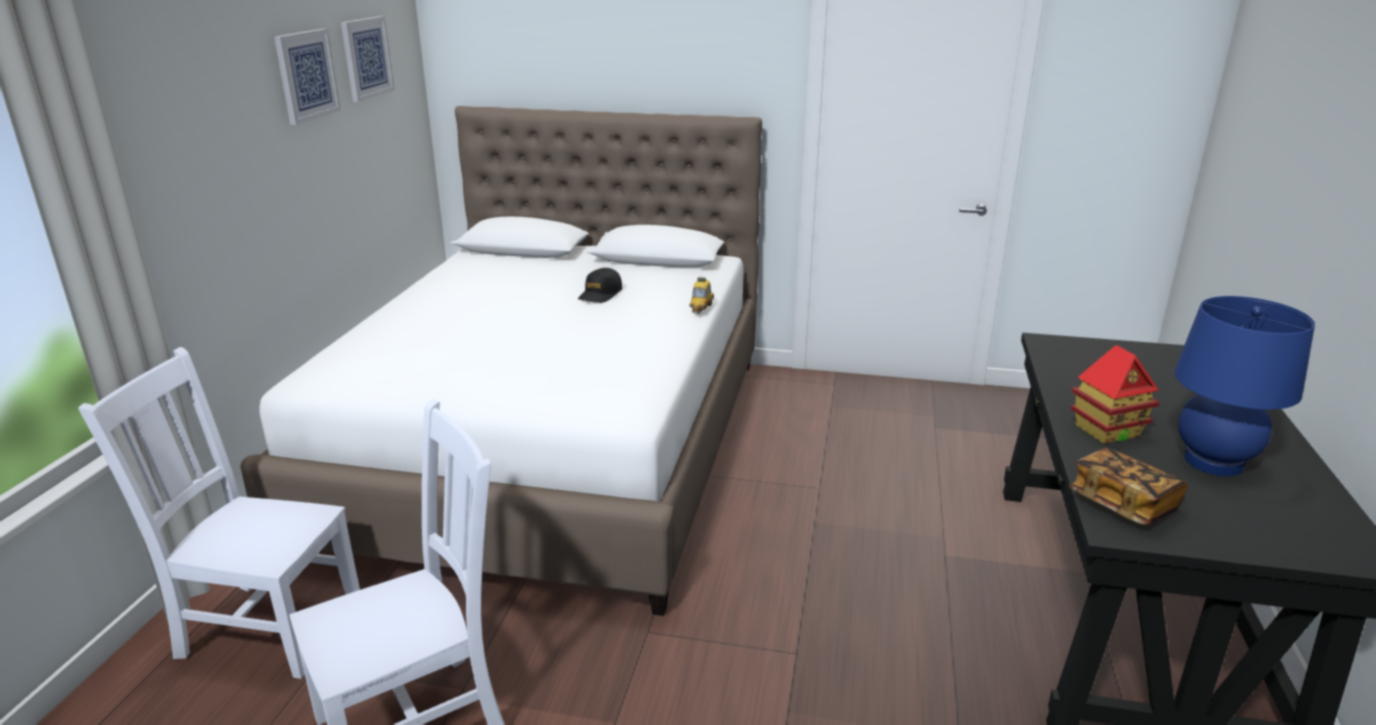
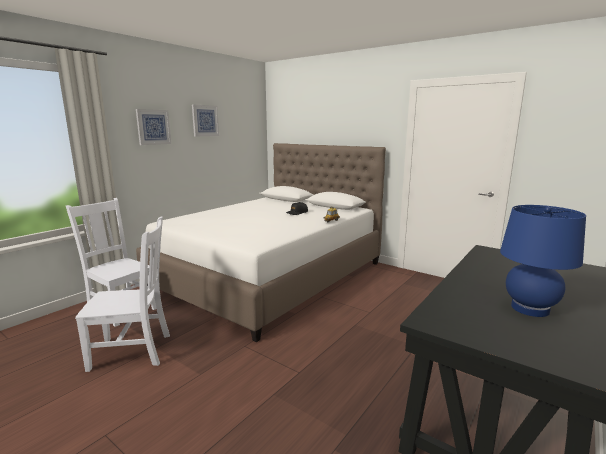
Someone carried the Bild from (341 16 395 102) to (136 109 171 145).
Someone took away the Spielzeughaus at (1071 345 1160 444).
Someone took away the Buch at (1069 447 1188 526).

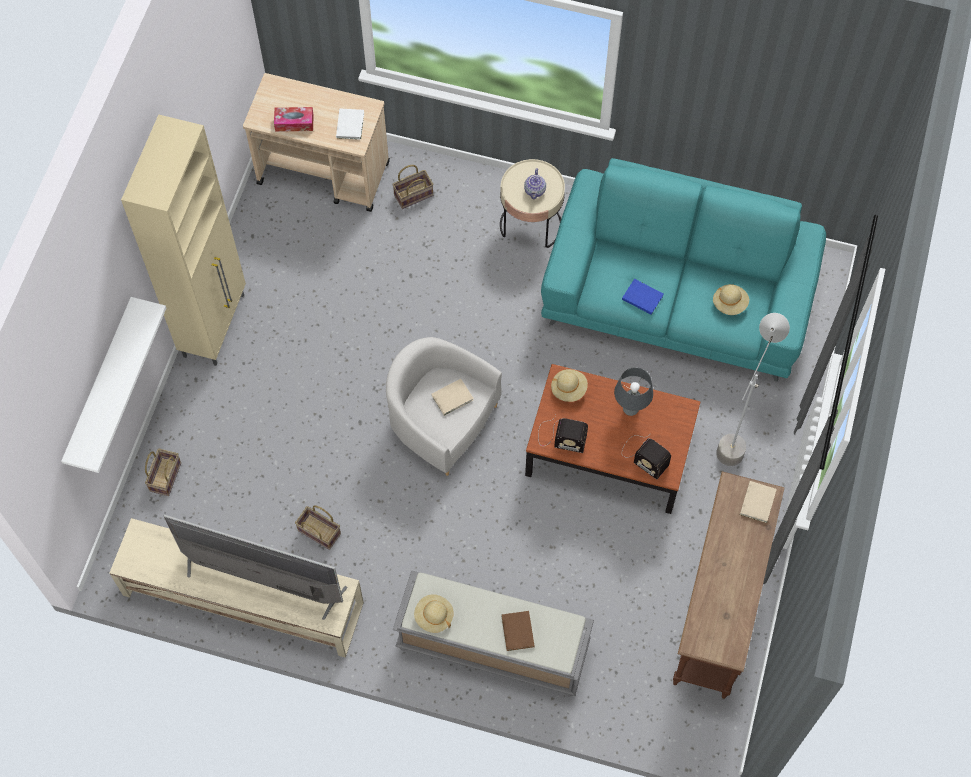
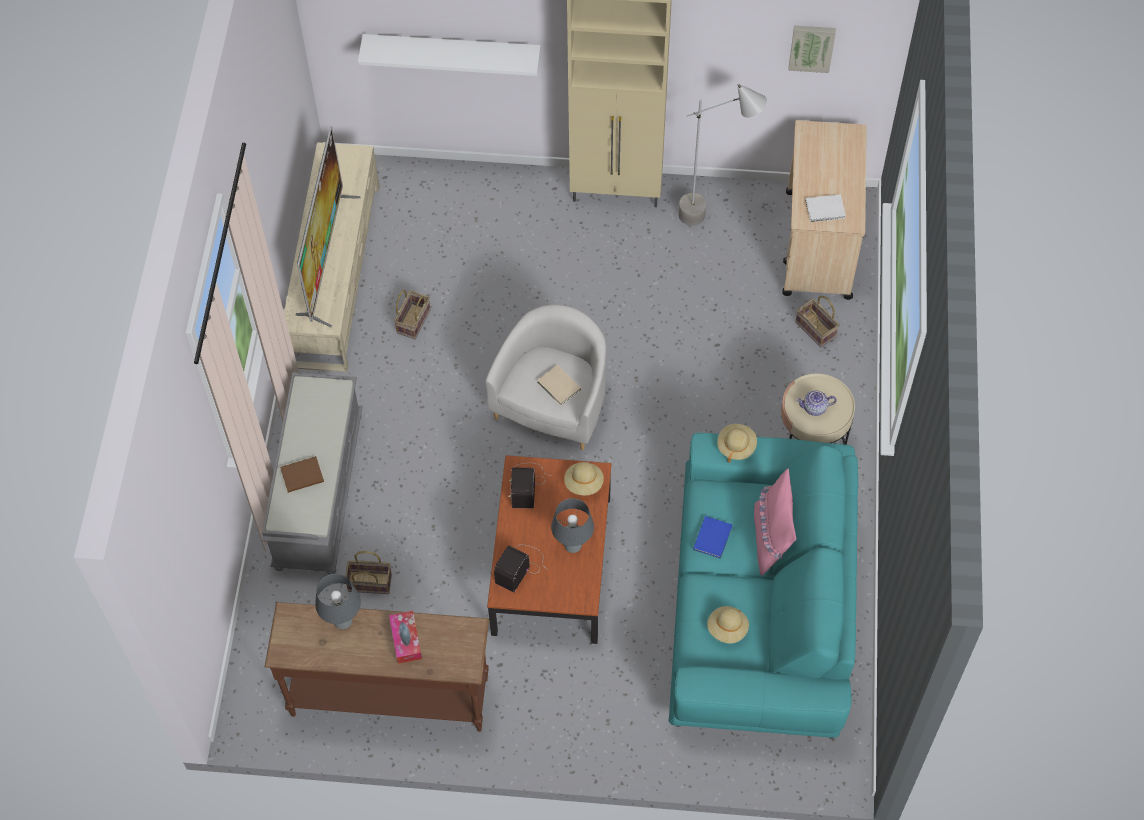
Someone carried the Taschentuchbox from (274 107 314 132) to (389 611 422 664).
Someone carried the Stehlampe (grau) from (716 313 790 466) to (678 84 767 226).
Someone carried the Korb from (145 449 181 496) to (345 551 392 594).
Someone took away the Buch (beige) at (740 481 777 523).
Someone carried the Hut (beige) from (414 594 454 633) to (717 424 757 463).
Someone put up the Bild at (788 26 836 73).
Someone put down the Kissen (rosa) at (754 468 796 576).
Someone put down the Tischlampe (grau) at (315 573 361 629).

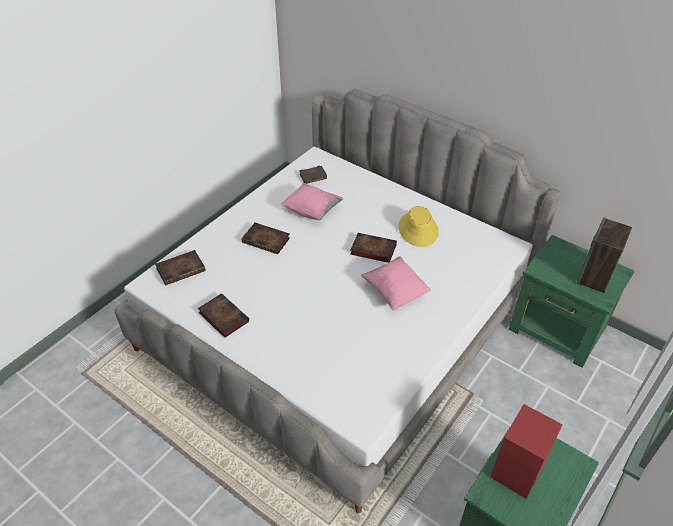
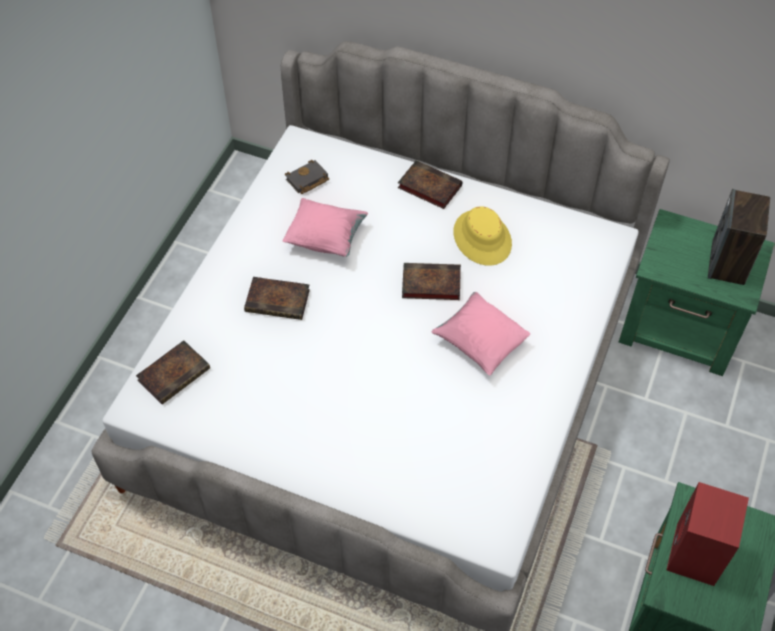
Someone carried the Buch from (198 293 249 338) to (398 160 462 209).

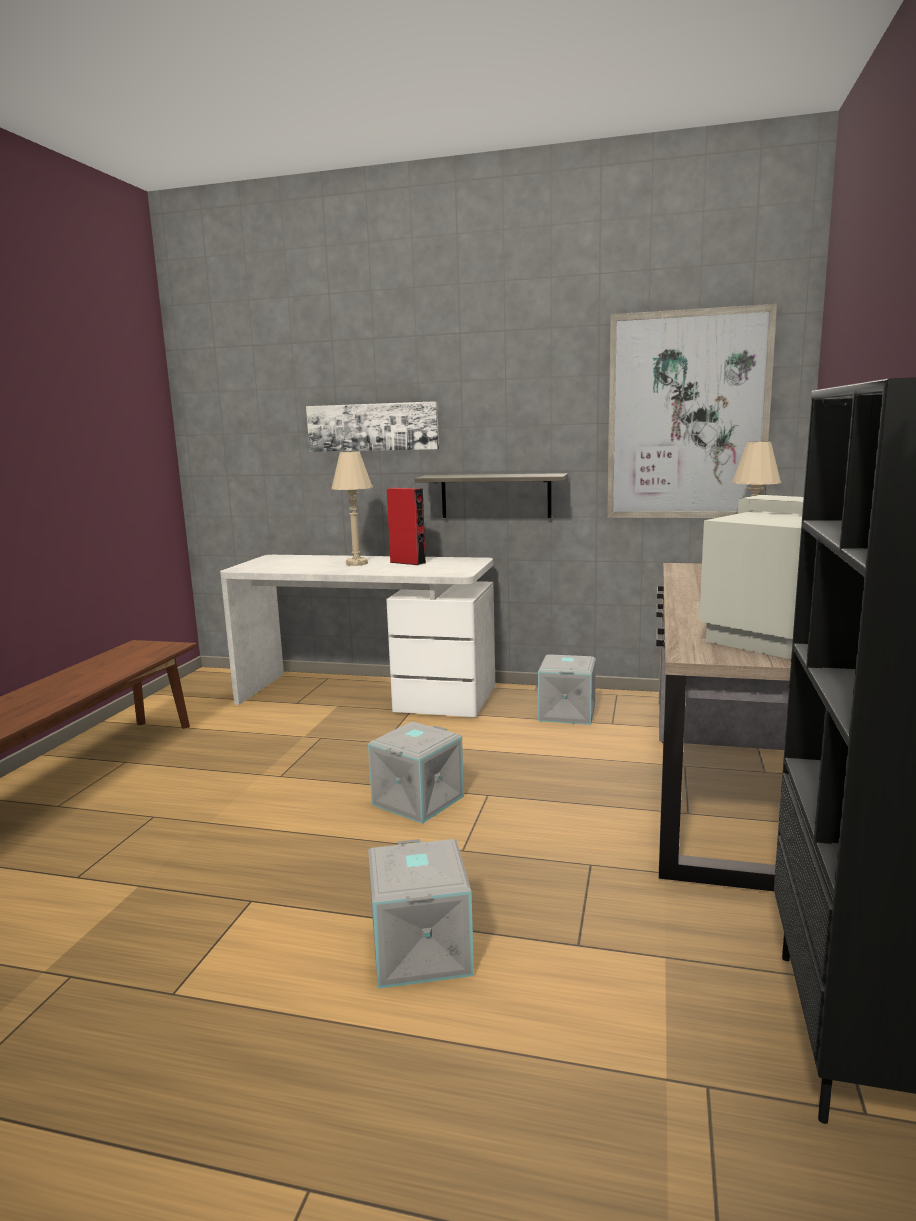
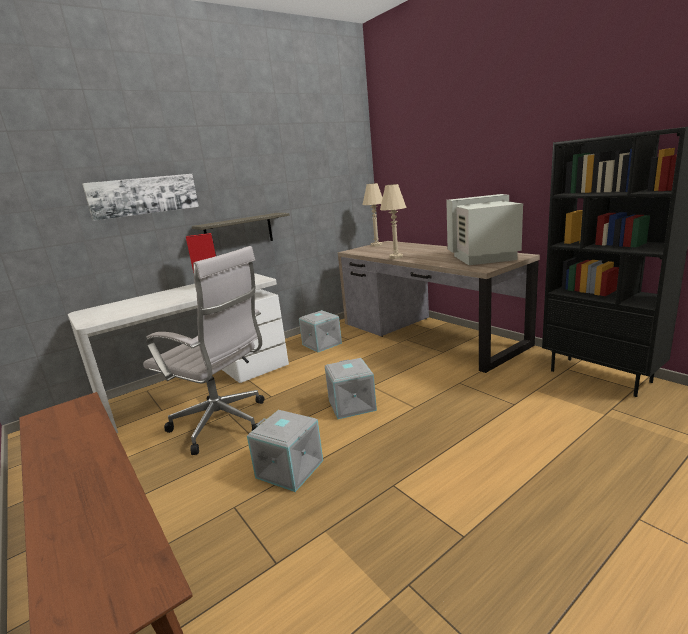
Someone took away the Bild at (607 304 777 518).
Someone carried the Tischlampe (beige) from (331 451 373 566) to (380 184 406 259).
Someone carried the Aufbewahrungsbox (grau) from (368 839 474 989) to (247 410 323 492).
Someone put down the Bürostuhl (weiß) at (143 246 265 455).

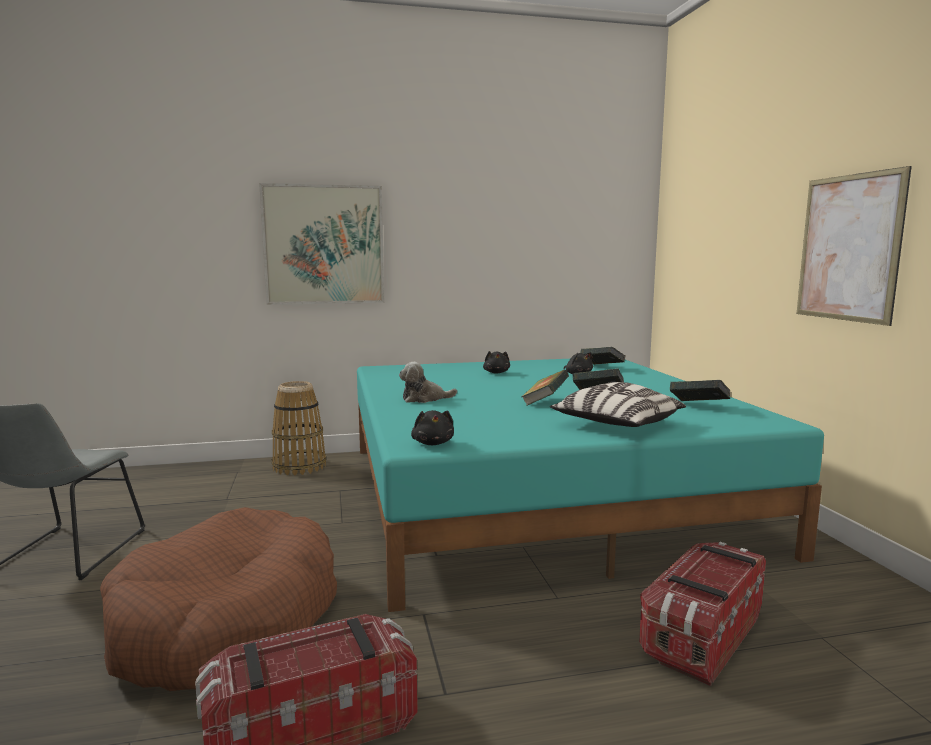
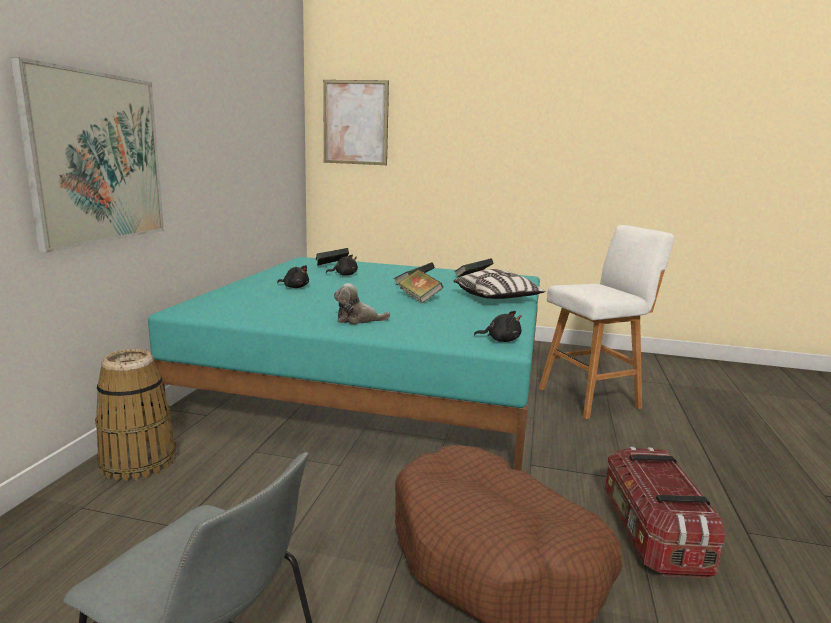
Someone carried the Bild from (796 166 912 326) to (323 80 389 165).
Someone rotated the Plüschtier at (399 362 457 403) by 75 degrees clockwise.
Someone swapped the Aufbewahrungsbox at (639 542 766 686) for the Hocker (weiß) at (539 225 674 419).

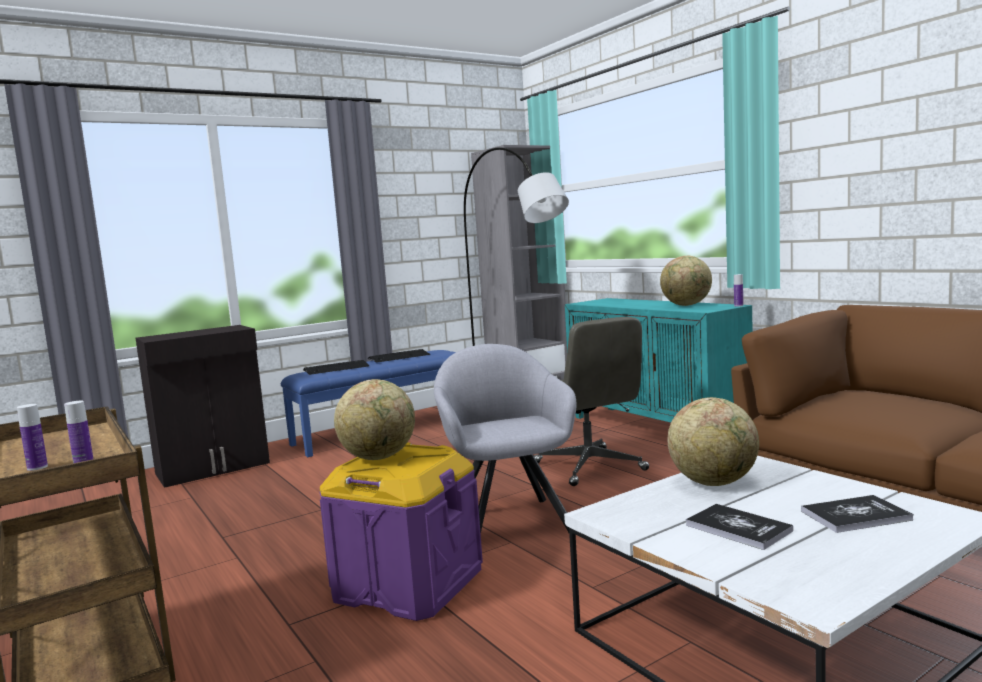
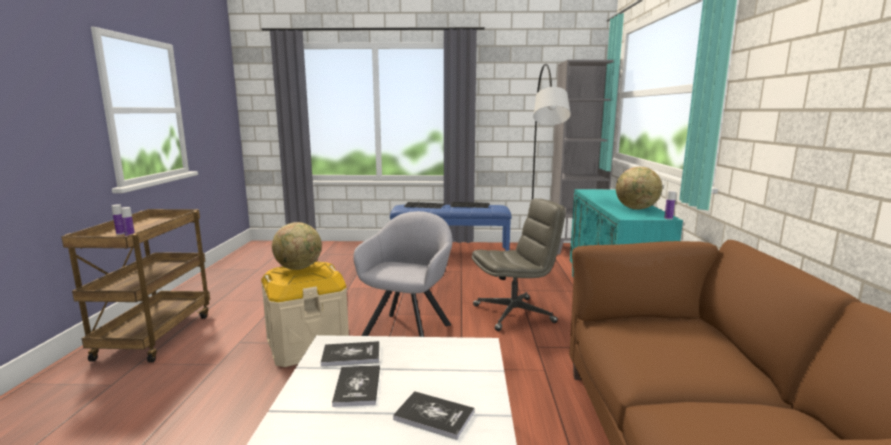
Someone rotated the Bürostuhl (grau) at (534 317 649 486) by 120 degrees counterclockwise.
Someone took away the Schrank (schwarz) at (136 325 270 488).
Someone took away the Globus at (668 397 759 486).
Someone repainted the Aufbewahrungsbox (lila) at (320 442 483 621), which became the Aufbewahrungsbox (beige) at (261 262 349 367).
Someone put down the Buch at (320 341 379 367).

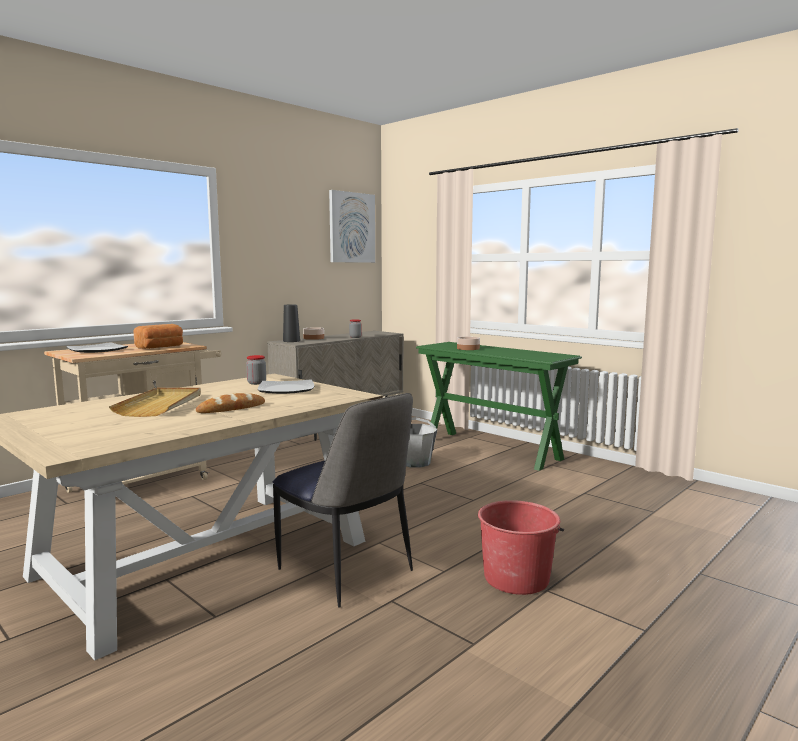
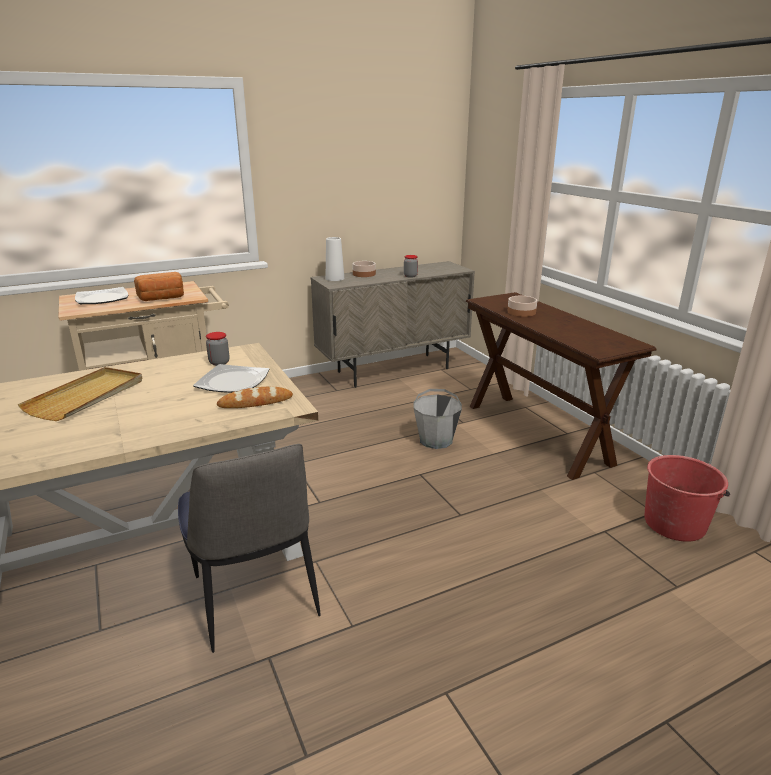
Someone took away the Bild at (329 190 375 263).
Someone repainted the Vase (schwarz) at (283 305 300 342), which became the Vase (weiß) at (326 237 344 281).
Someone repainted the Konsolentisch (grün) at (416 342 582 471), which became the Konsolentisch (braun) at (466 292 657 480).
Someone carried the Brot from (196 393 265 413) to (217 387 293 408).
Someone carried the Eimer (rot) from (478 500 564 595) to (645 455 730 542).

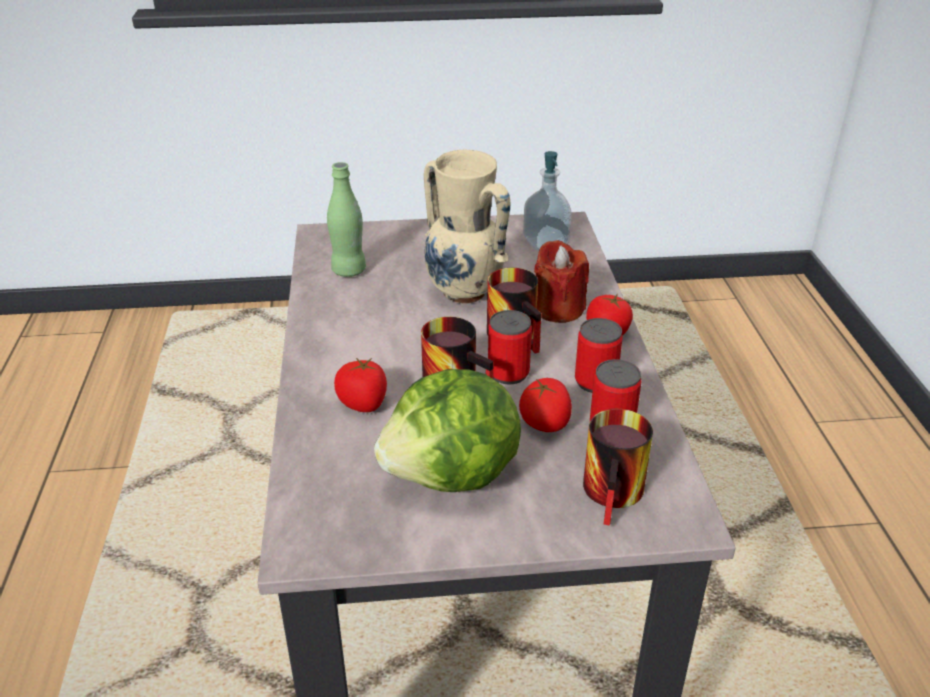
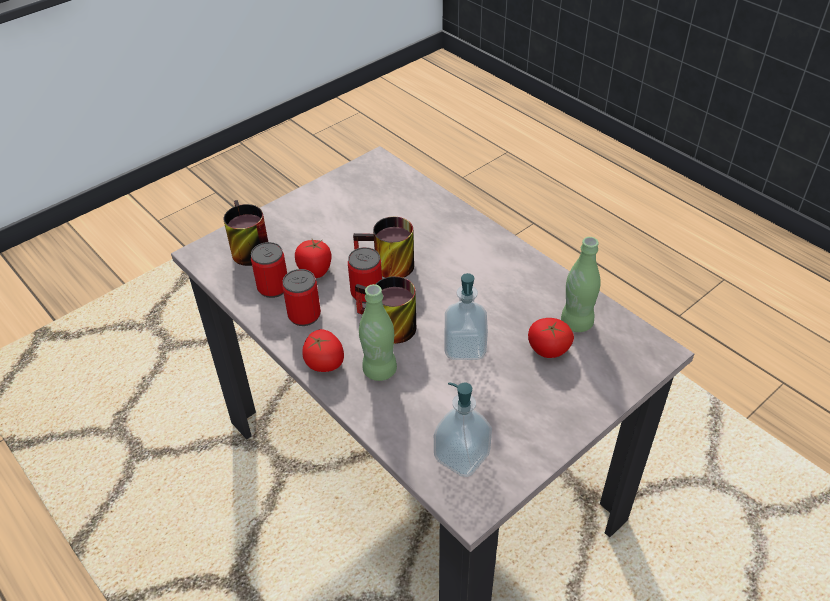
Someone swapped the Vase (beige) at (424 150 511 304) for the Seifenspender at (445 273 488 360).
Someone swapped the Kerze (rot) at (534 240 589 323) for the Flasche (grün) at (359 284 397 381).
Someone carried the Tomate from (334 357 387 412) to (528 318 574 358).
Someone took away the Salatkopf at (374 369 521 492).

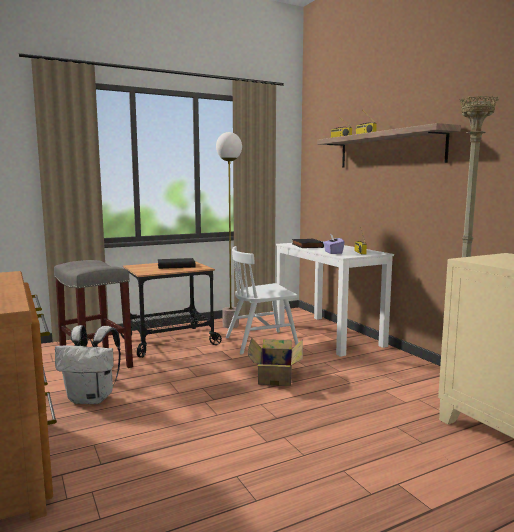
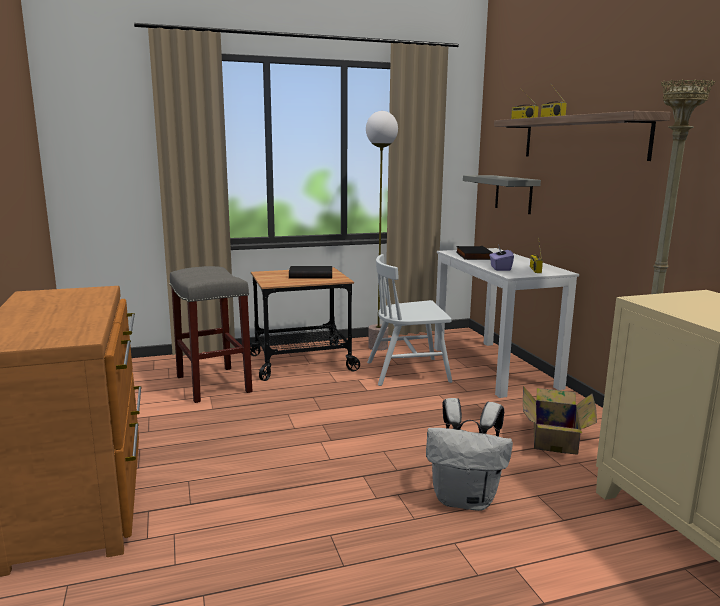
Someone carried the Rucksack (weiß) from (55 325 121 404) to (426 398 513 511).
Someone carried the Karton from (248 338 303 386) to (523 386 597 455).
Someone put up the Wandregal (grau) at (463 175 541 214).

